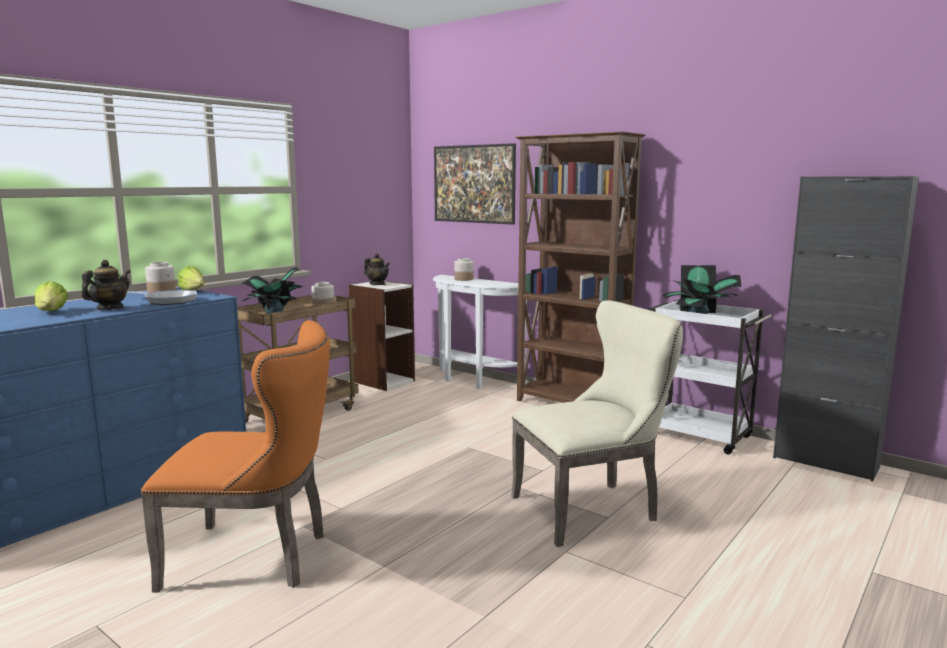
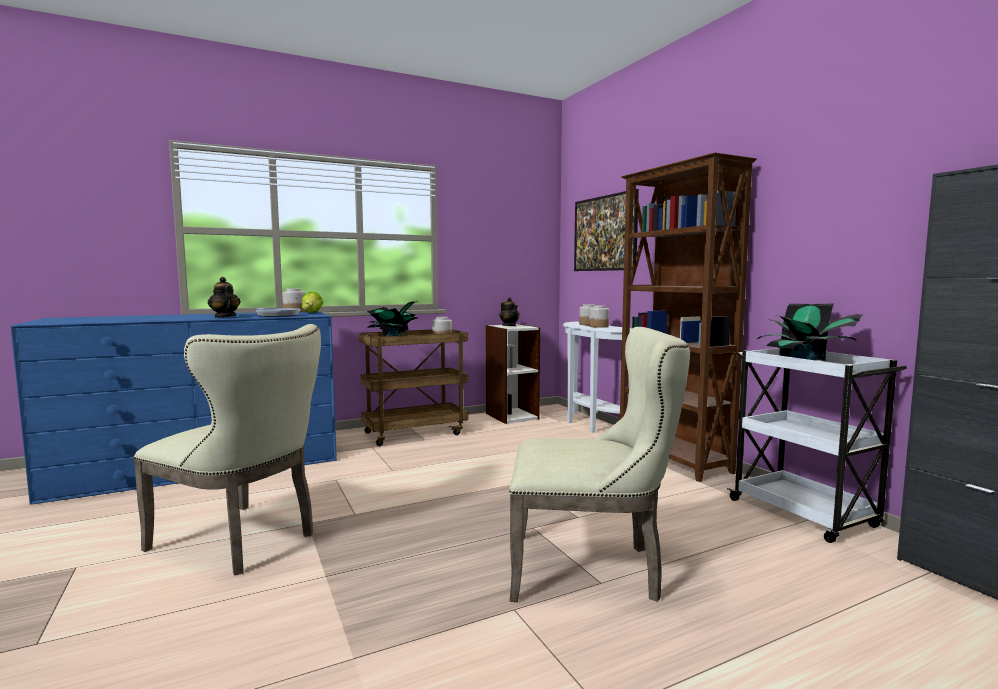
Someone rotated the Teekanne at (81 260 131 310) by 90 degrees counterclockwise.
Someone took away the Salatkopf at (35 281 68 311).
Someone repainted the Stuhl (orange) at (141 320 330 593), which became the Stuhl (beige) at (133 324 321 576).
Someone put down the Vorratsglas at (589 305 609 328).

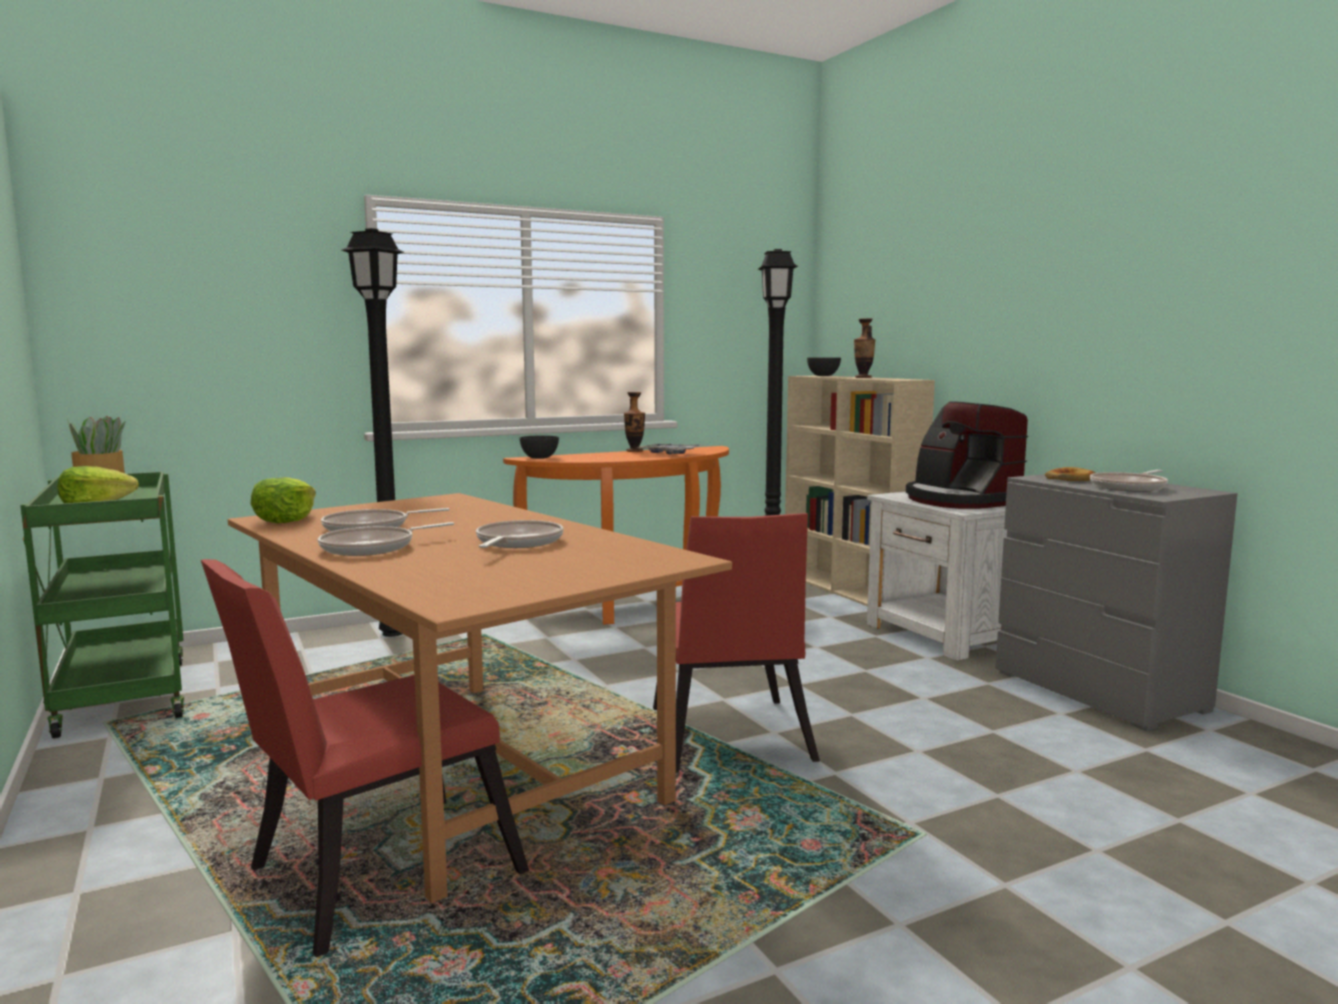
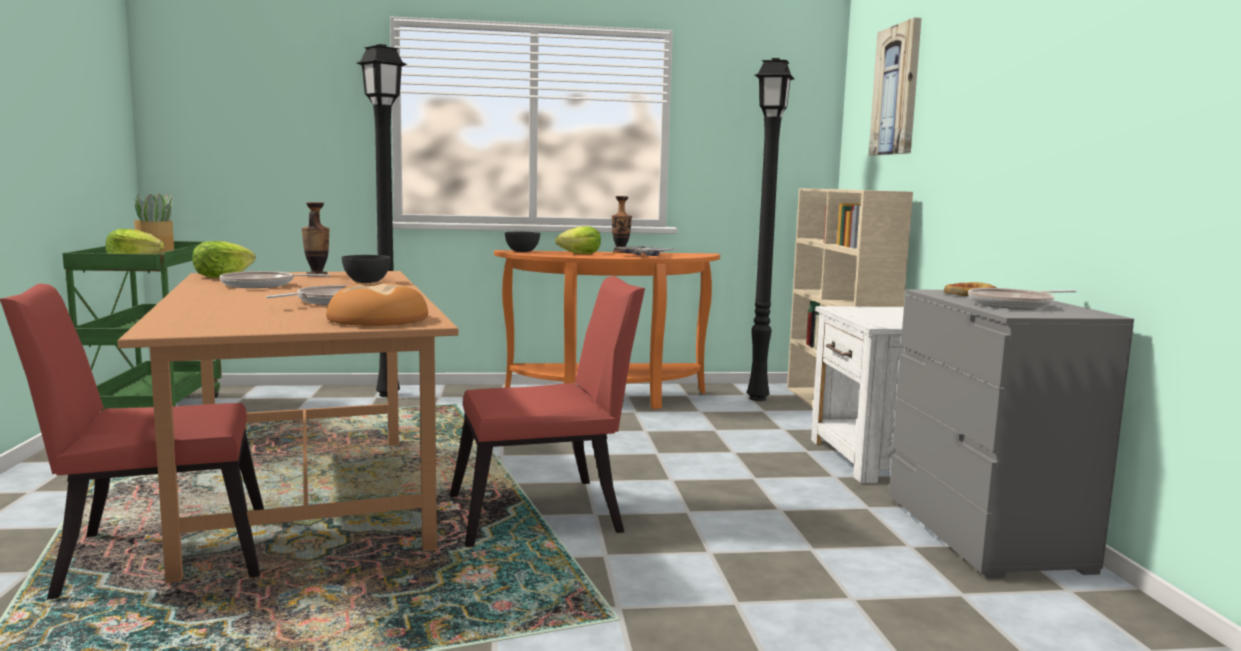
Someone carried the Vase from (854 319 875 378) to (302 202 330 274).
Someone carried the Schüssel (grau) from (807 358 841 376) to (342 255 391 283).
Someone took away the Kaffeemaschine at (906 401 1028 509).
Someone rotated the Stuhl (rot) at (653 513 820 772) by 120 degrees counterclockwise.
Someone took away the Pfanne at (318 522 454 556).
Someone put up the Bild at (869 18 922 156).
Someone put down the Salatkopf at (555 226 601 254).
Someone put down the Brot at (326 283 428 326).

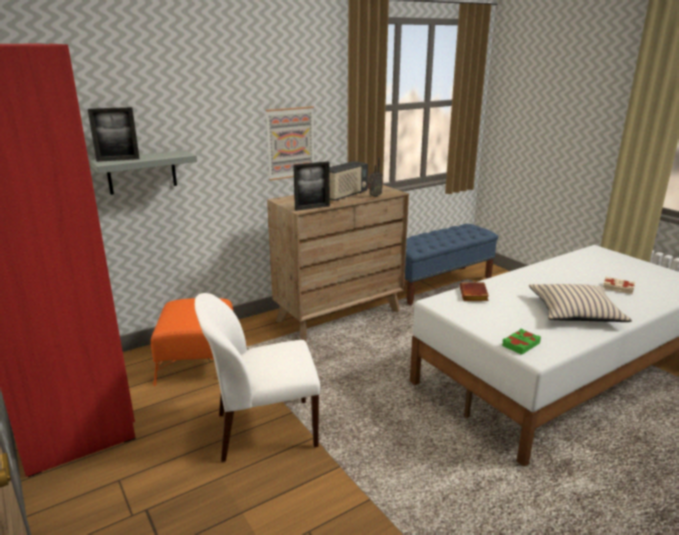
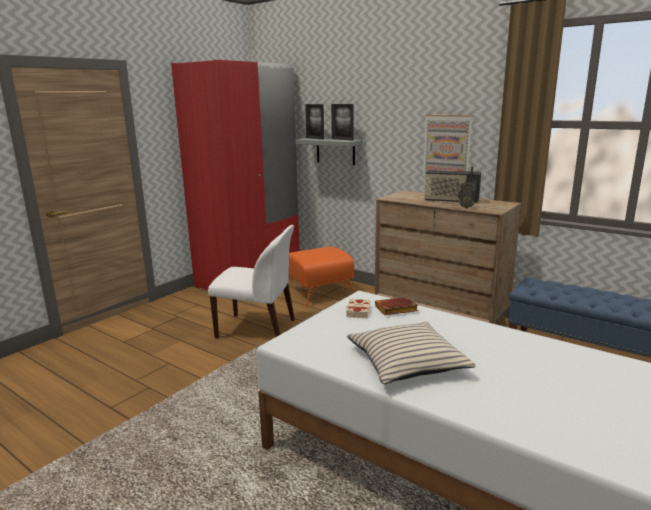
Someone carried the Bilderrahmen from (293 161 330 211) to (331 104 353 141).
Someone carried the Buch (beige) from (603 276 635 294) to (346 299 370 318).
Someone rotated the Stuhl (weiß) at (195 293 320 462) by 135 degrees clockwise.
Someone took away the Buch (grün) at (502 328 541 355).

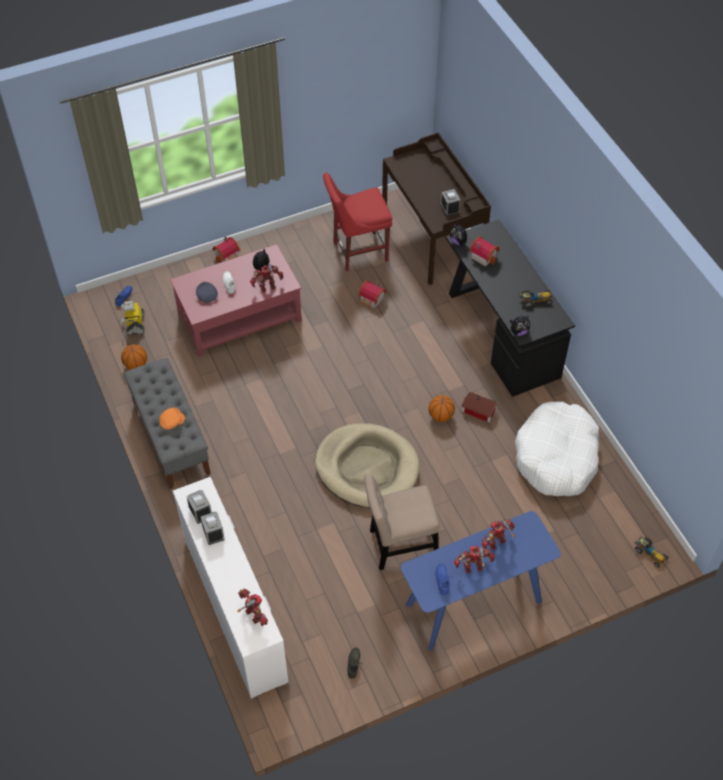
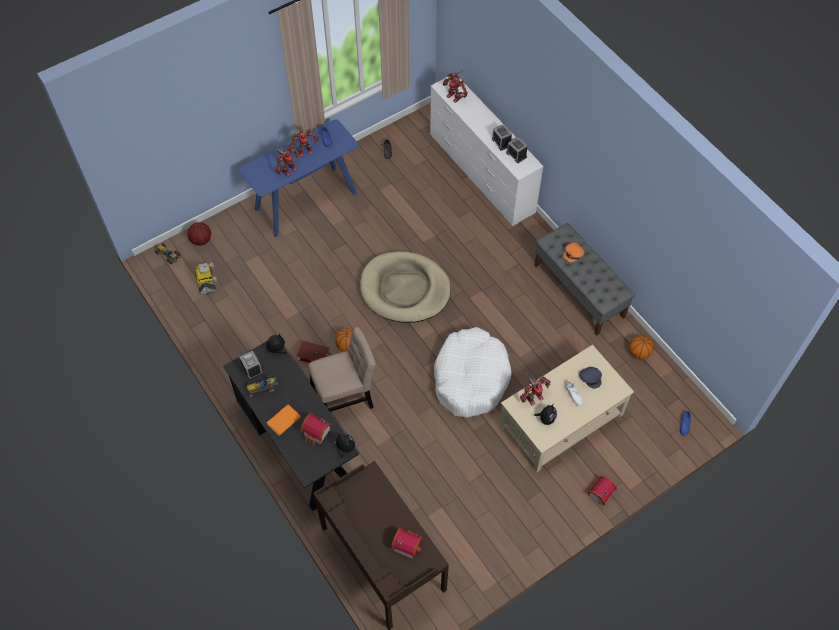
Someone took away the Stuhl (rot) at (323 173 392 271).
Someone carried the Wecker from (440 189 460 216) to (239 351 263 380).
Someone repainted the Couchtisch (rot) at (170 244 302 357), which became the Couchtisch (beige) at (499 345 634 473).
Someone carried the Spielzeughaus from (358 281 386 310) to (391 528 423 559).
Someone carried the Spielzeugroboter from (121 301 144 335) to (195 263 217 295).
Someone carried the Hundebett (weiß) from (515 402 599 496) to (434 327 512 418).
Someone carried the Stuhl (beige) from (364 474 439 570) to (308 327 376 412).
Someone put down the Basketball at (187 222 211 246).
Someone put down the Buch (orange) at (267 404 301 436).

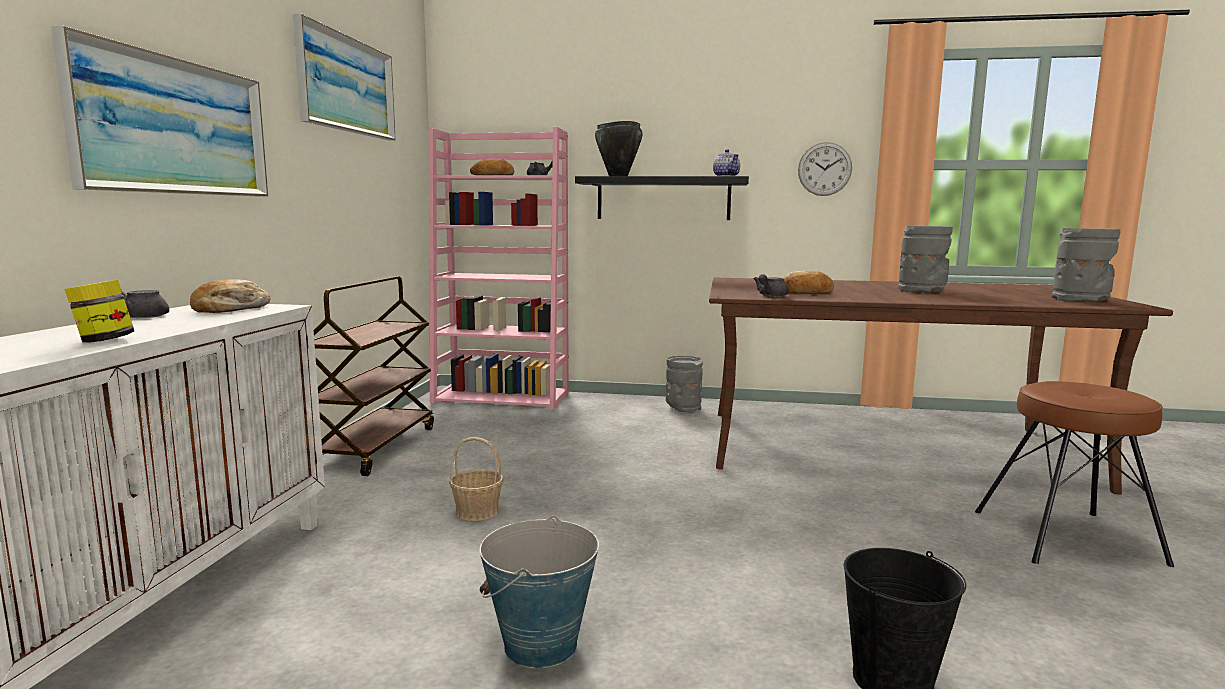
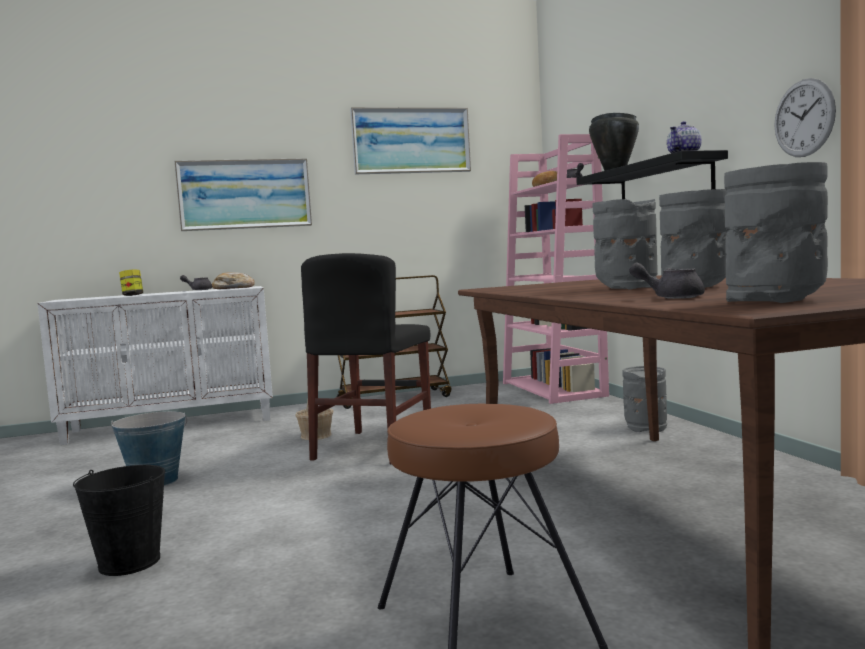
Someone took away the Brot at (783 270 834 294).
Someone carried the Teekanne (grau) from (754 274 789 297) to (629 262 705 299).
Someone put down the Vase (grau) at (593 199 658 289).
Someone put down the Stuhl (schwarz) at (301 253 431 465).

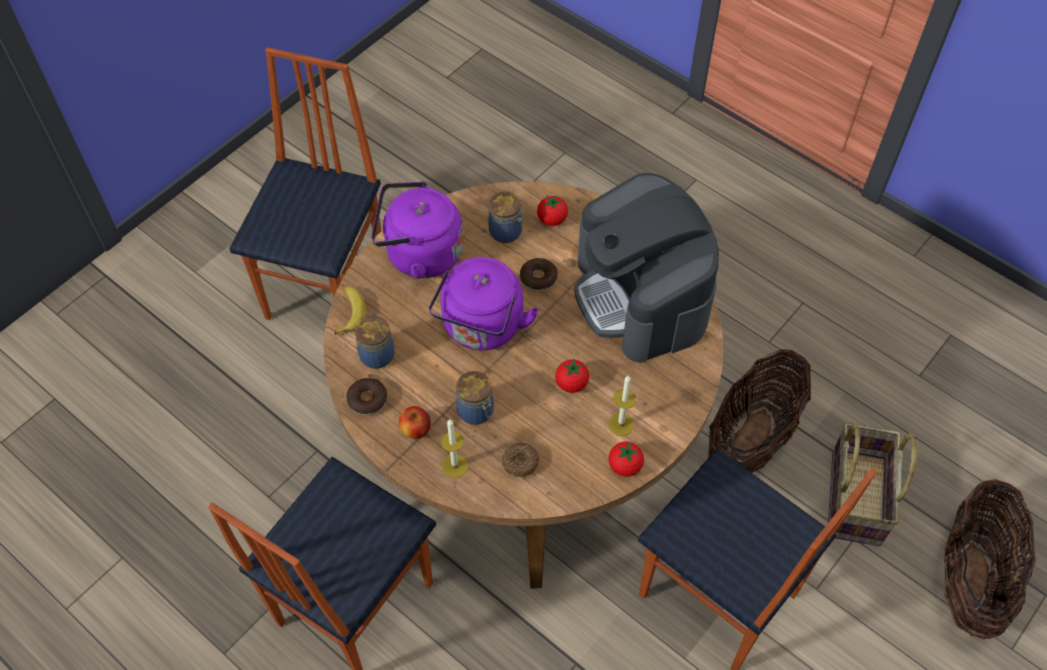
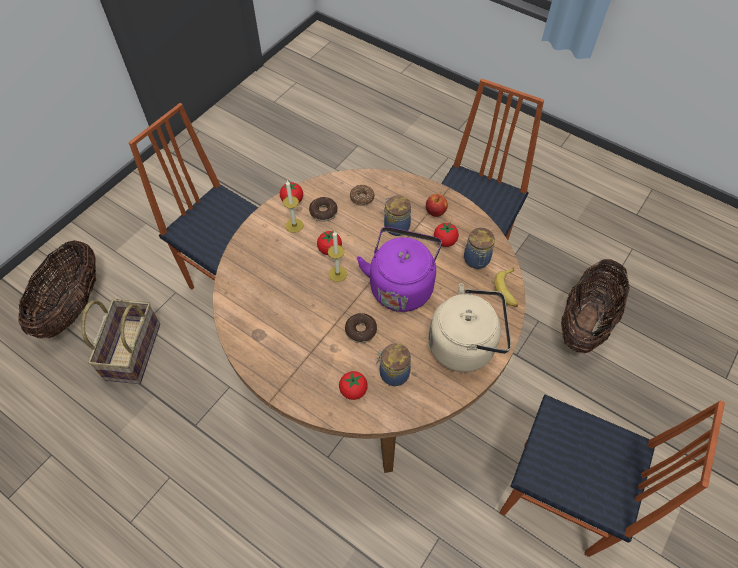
Someone rotated the Stuhl at (229 47 381 320) by 75 degrees counterclockwise.
Someone took away the Kaffeemaschine at (574 173 719 363).
Someone repainted the Wasserkessel (lila) at (371 181 463 279), which became the Wasserkessel (beige) at (429 283 511 372).
Someone carried the Korb from (708 349 811 473) to (561 259 630 353).
Someone carried the Donut from (346 378 387 415) to (309 197 338 222).
Someone carried the Kerze from (441 419 468 478) to (328 231 347 282).
Someone put down the Tomate at (434 223 459 247).

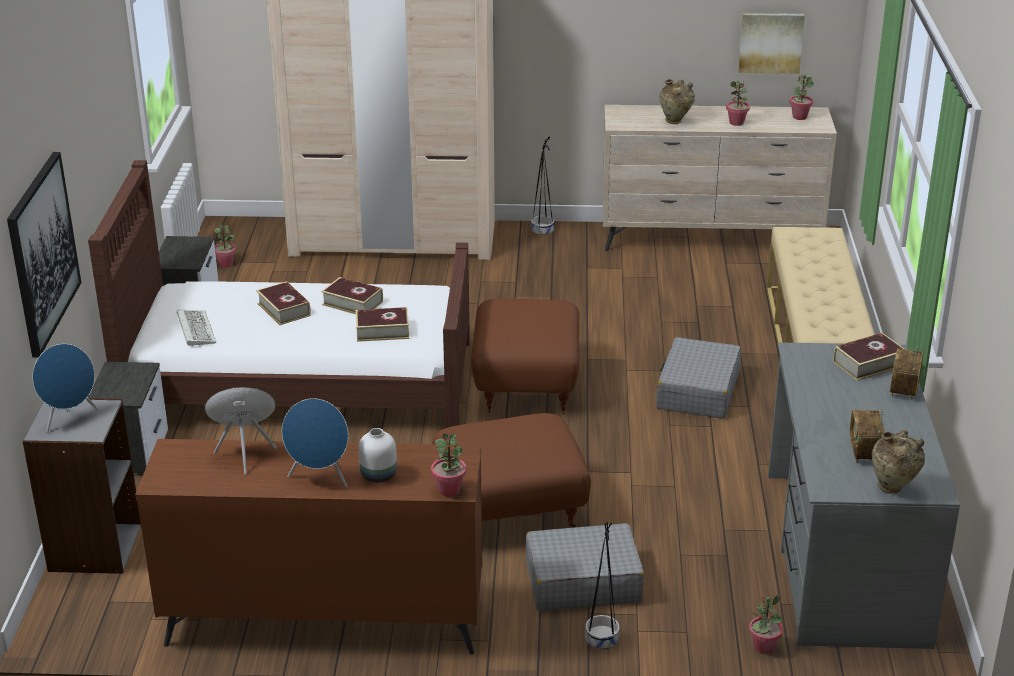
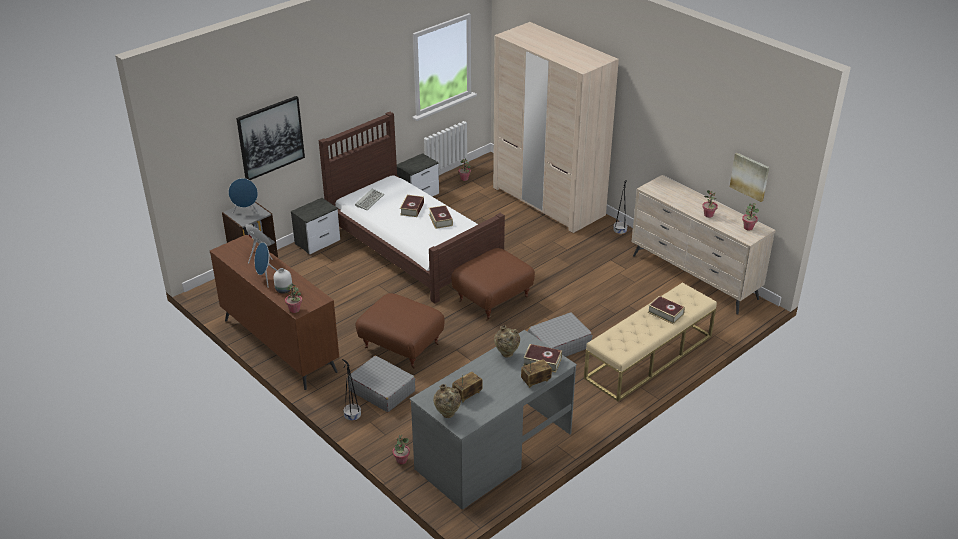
Someone carried the Vase (beige) from (660 79 695 124) to (494 325 520 358).
Someone carried the Buch from (356 307 409 342) to (648 296 685 324).

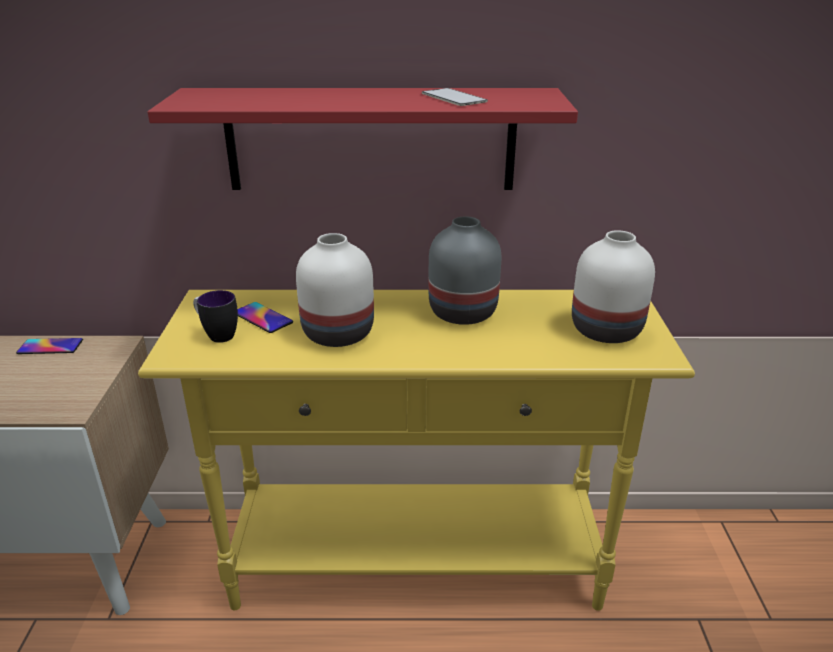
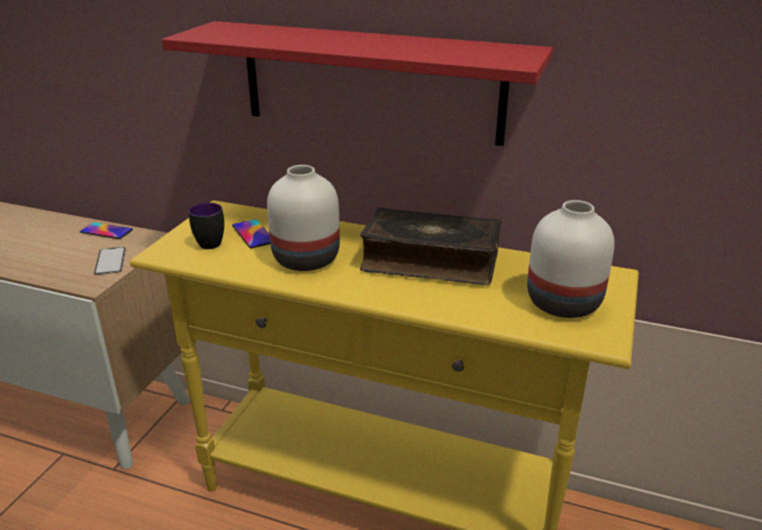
Someone carried the Handy from (422 88 488 106) to (94 247 126 275).
Someone swapped the Vase (grau) at (429 216 501 325) for the Buch at (360 207 502 285).

